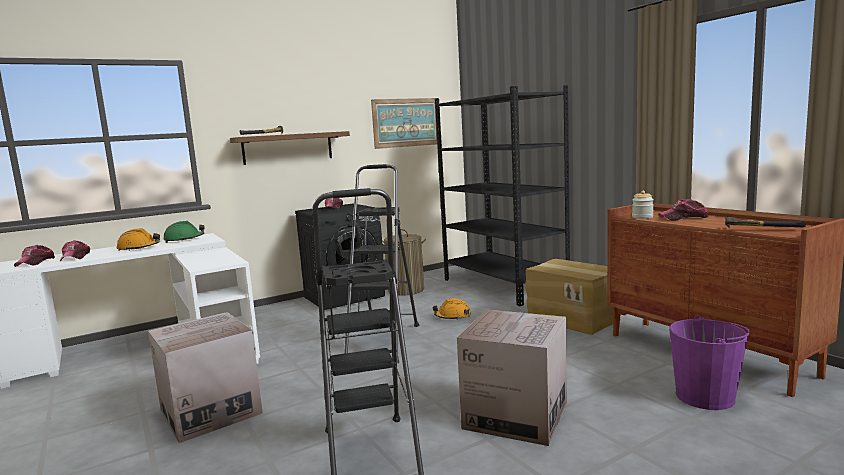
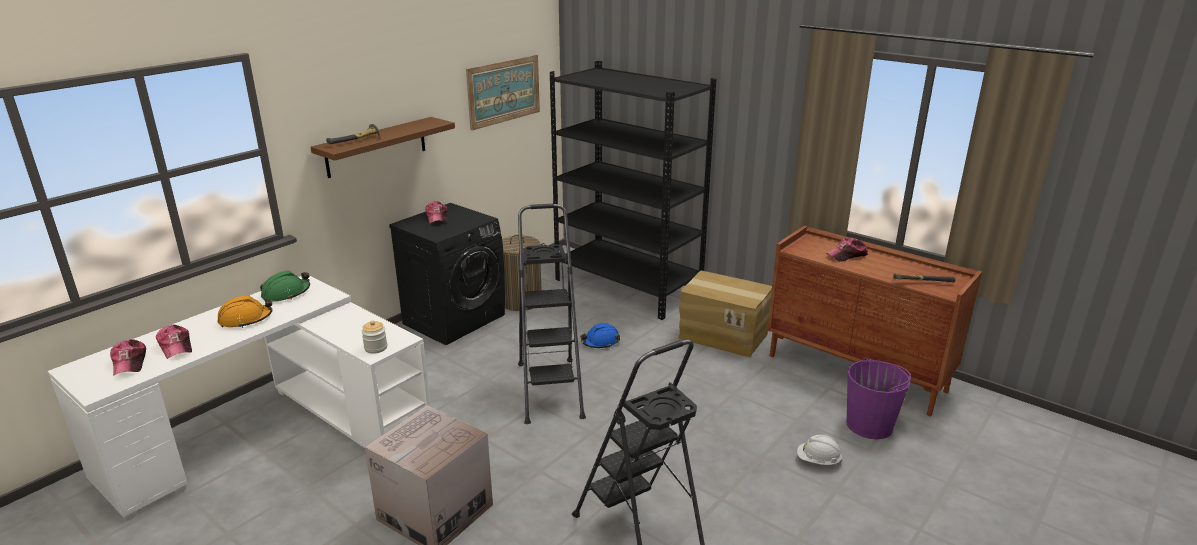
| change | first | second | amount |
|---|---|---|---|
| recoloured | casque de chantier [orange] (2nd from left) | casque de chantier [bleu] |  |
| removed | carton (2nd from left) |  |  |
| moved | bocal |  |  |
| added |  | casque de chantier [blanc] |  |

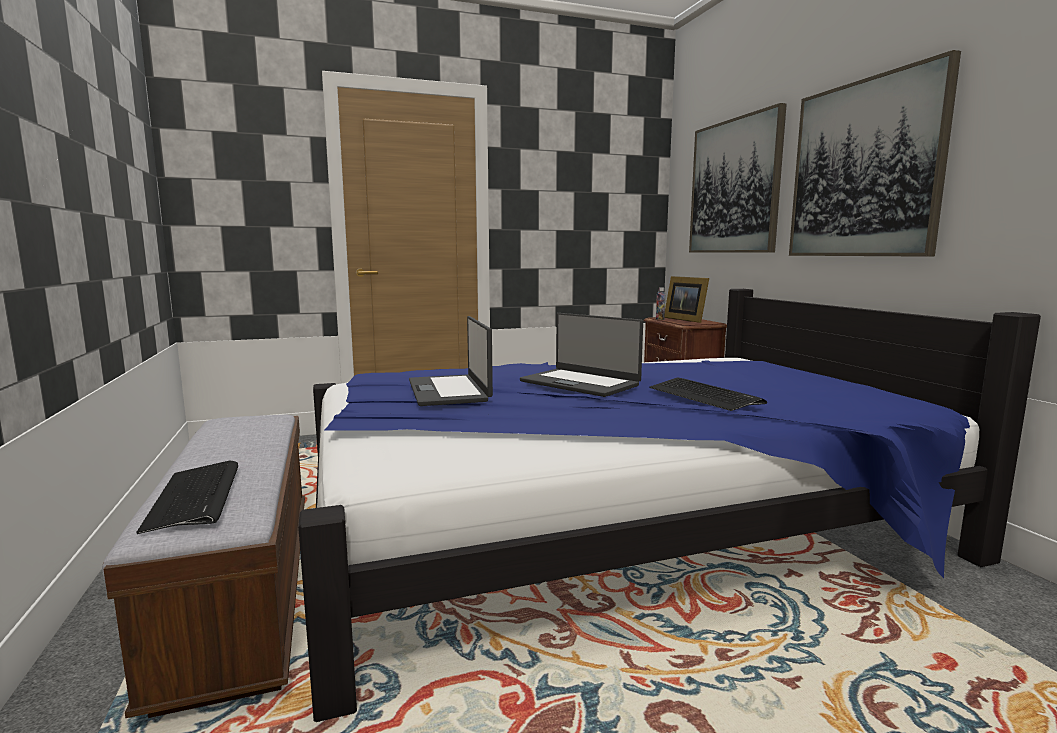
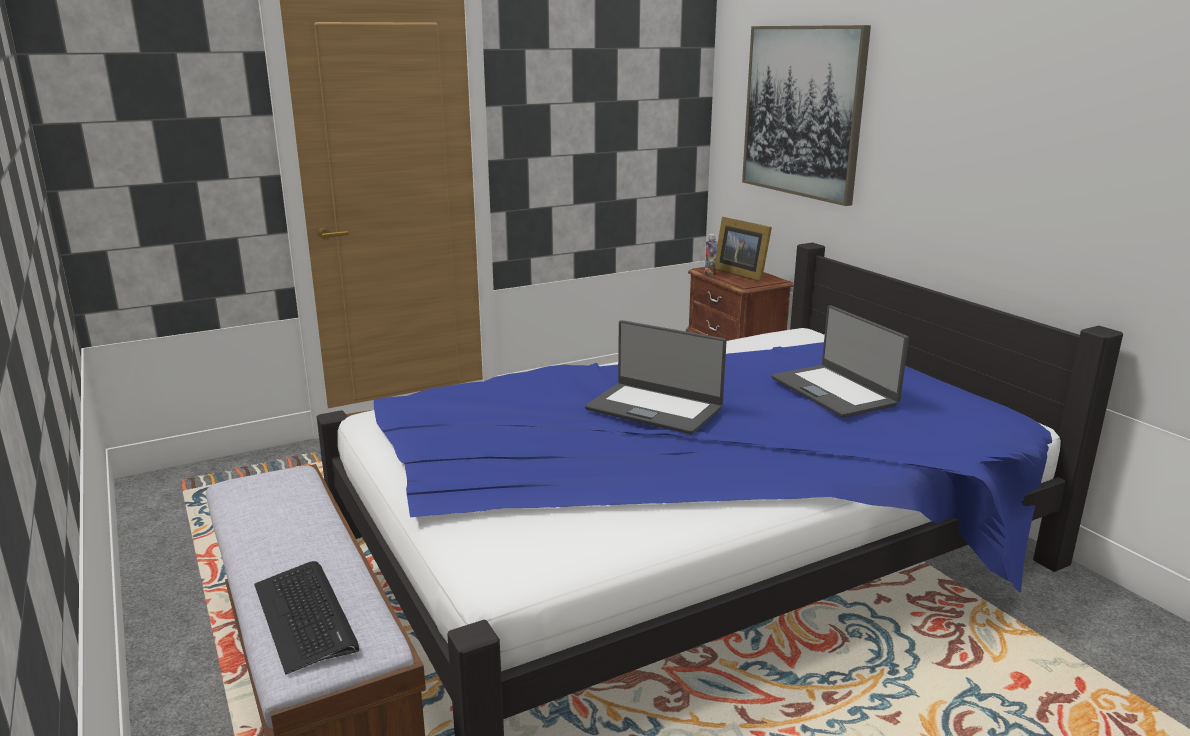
| change | first | second | amount |
|---|---|---|---|
| moved | ordinateur portable (1st from left in the first image) | ordinateur portable (2nd from left) |  |
| removed | clavier (2nd from left) |  |  |
| removed | tableau (2nd from left) |  |  |

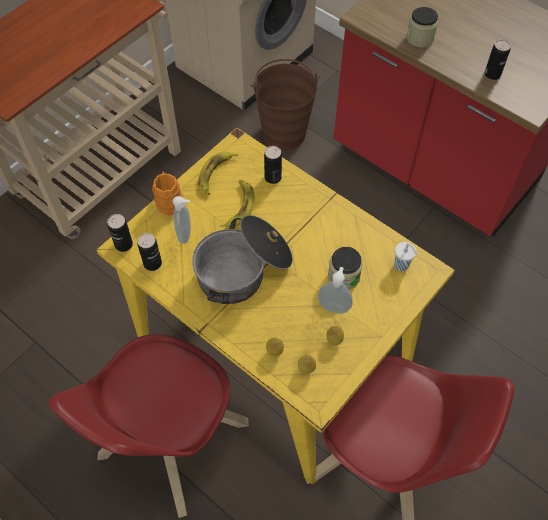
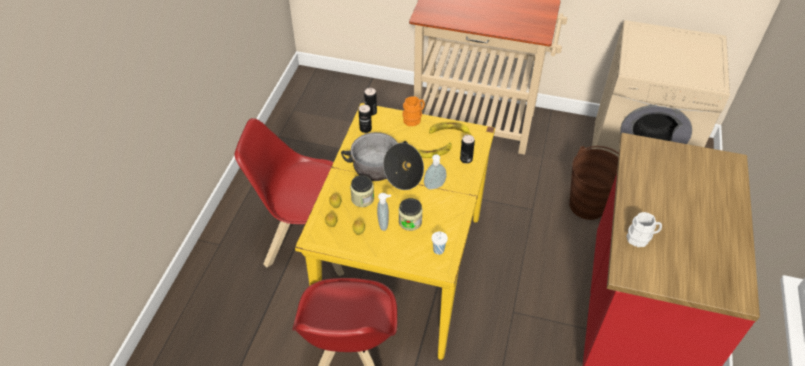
| change | first | second | amount |
|---|---|---|---|
| moved | distributeur de savon (1st from left in the first image) | distributeur de savon (2nd from left) |  |
| moved | bocal (2nd from left in the first image) | bocal (1st from left) |  |
| replaced | boîte métallique (4th from left) | mug [blanc] |  |

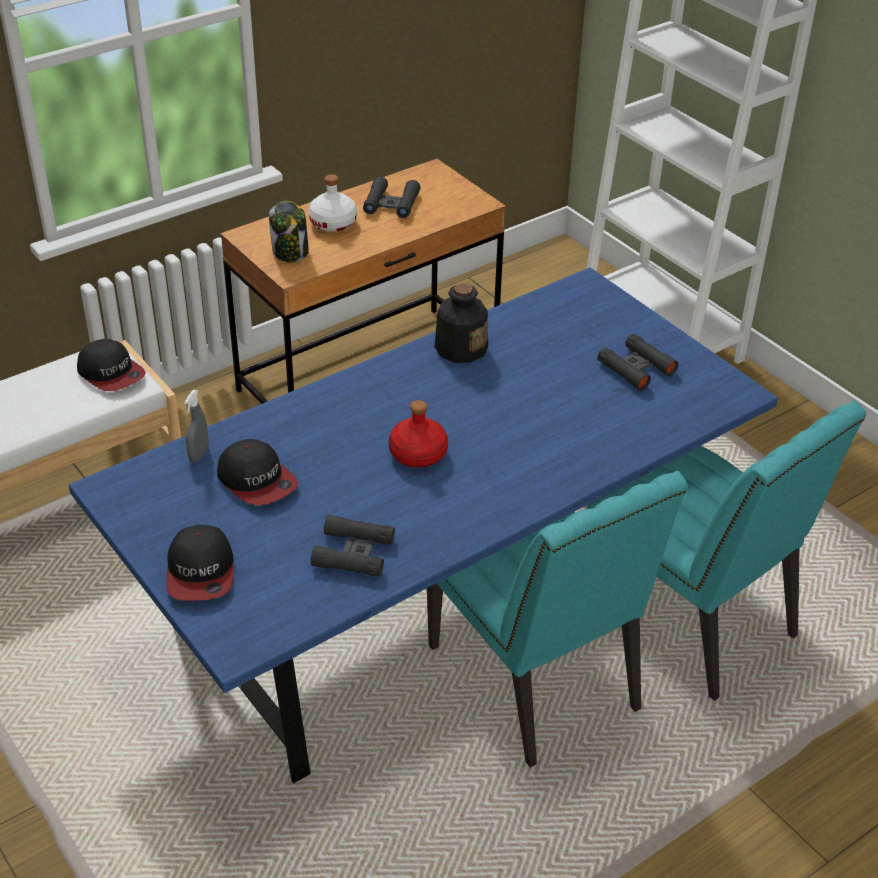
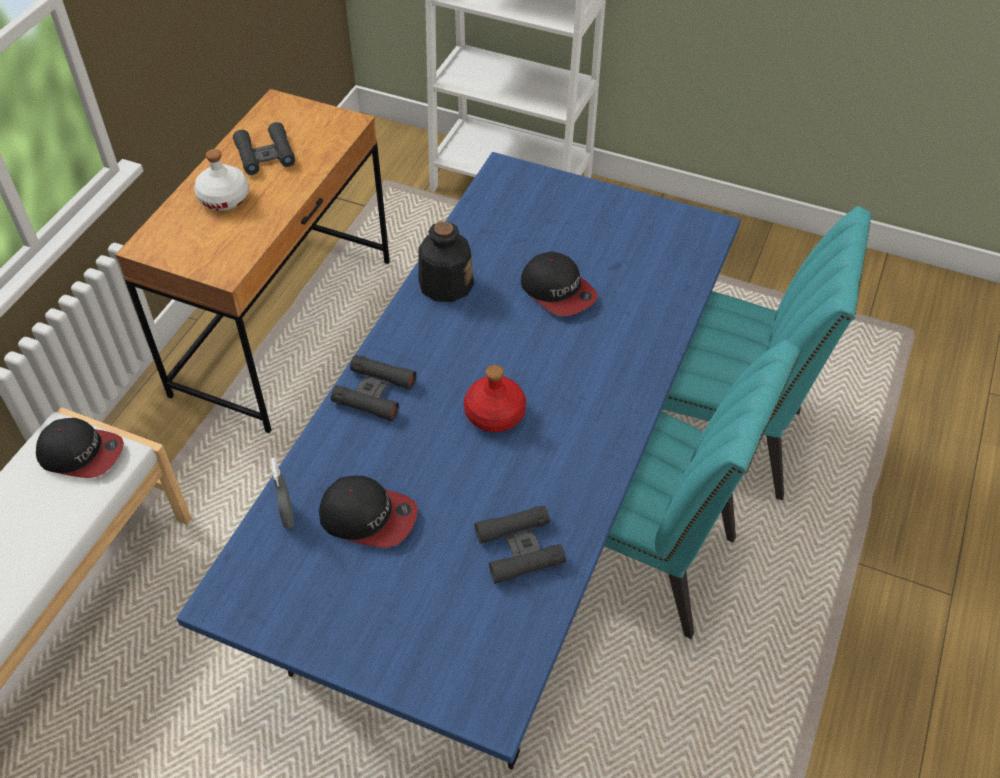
| change | first | second | amount |
|---|---|---|---|
| moved | casquette (2nd from left in the first image) | casquette (3rd from left) |  |
| removed | bocal |  |  |
| moved | jumelles [noir] (3rd from left in the first image) | jumelles [noir] (2nd from left) |  |

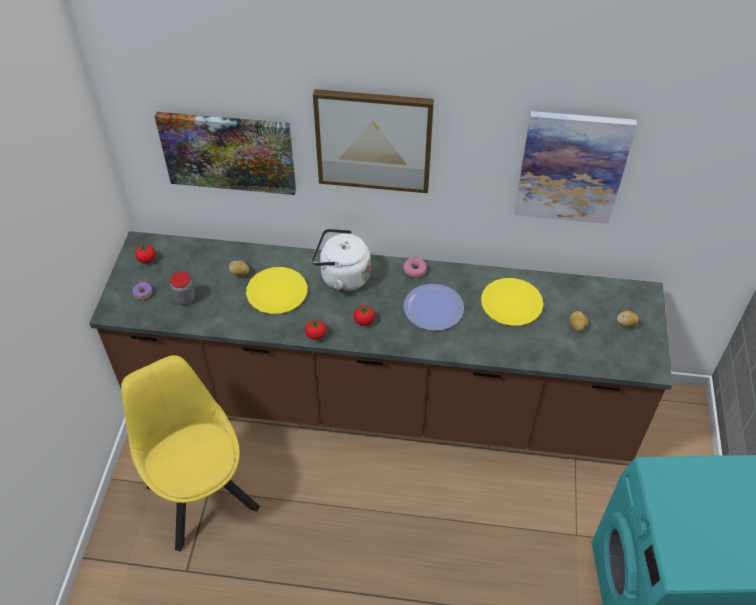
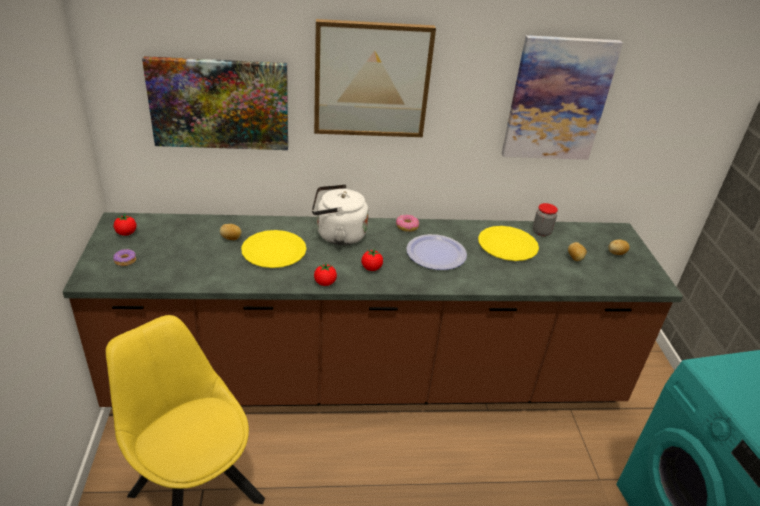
| change | first | second | amount |
|---|---|---|---|
| moved | bocal |  |  |

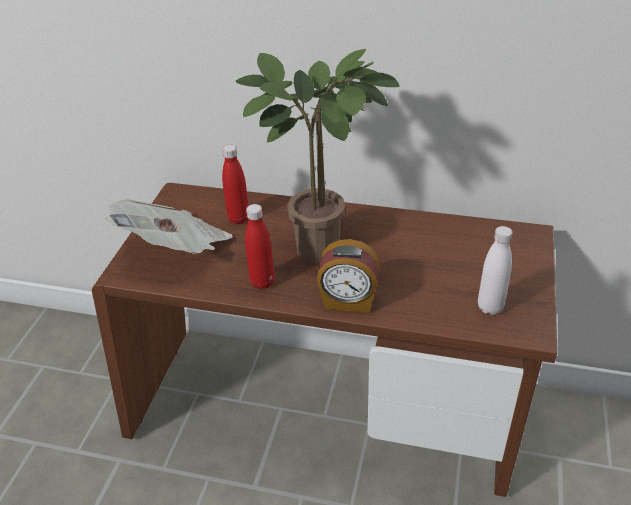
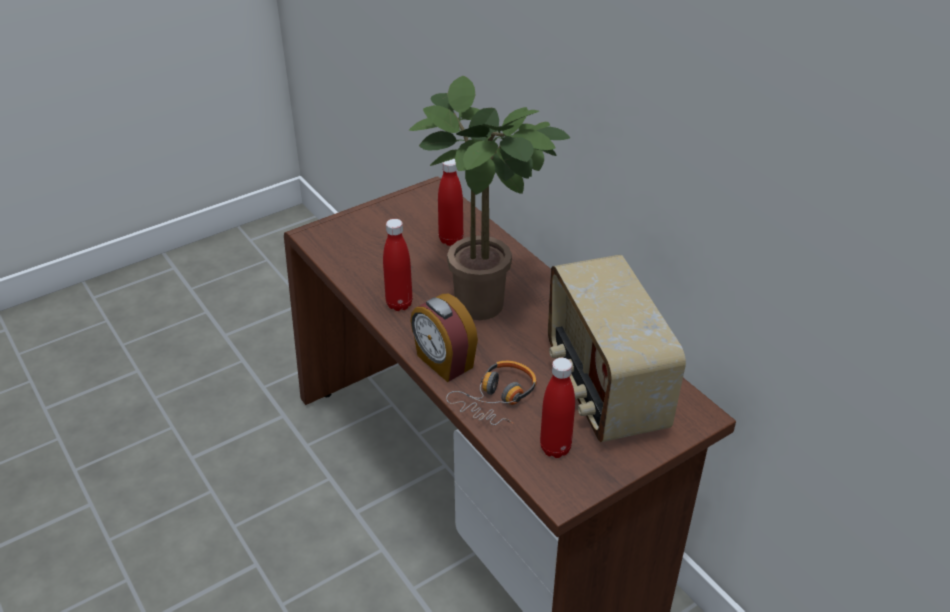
| change | first | second | amount |
|---|---|---|---|
| removed | journal |  |  |
| recoloured | bouteille [blanc] | bouteille [rouge] (3rd from left) |  |
| added |  | casque audio |  |
| added |  | radio |  |

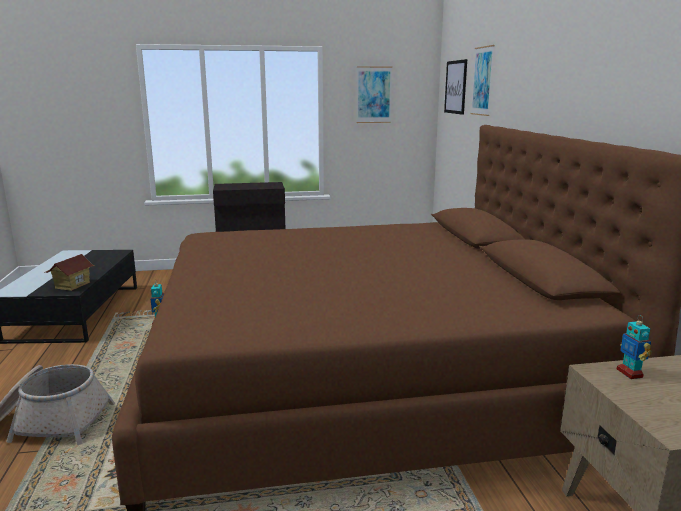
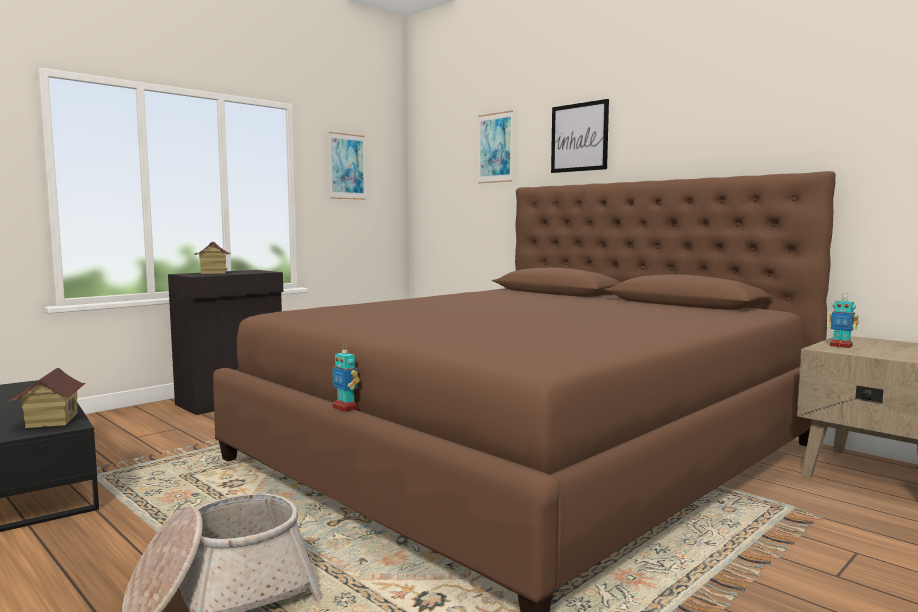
| change | first | second | amount |
|---|---|---|---|
| moved | tableau (2nd from left in the first image) | tableau (3rd from left) |  |
| added |  | maison miniature (2nd from left) |  |

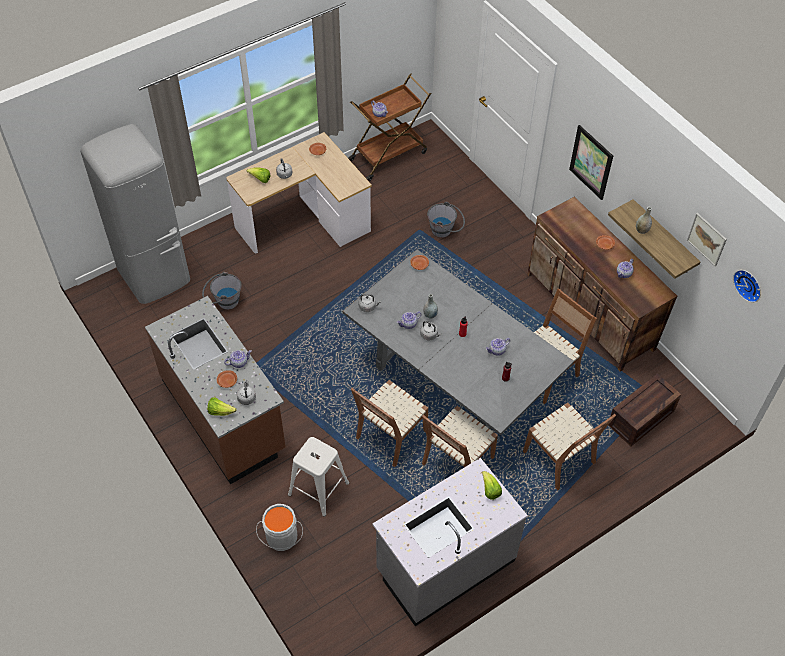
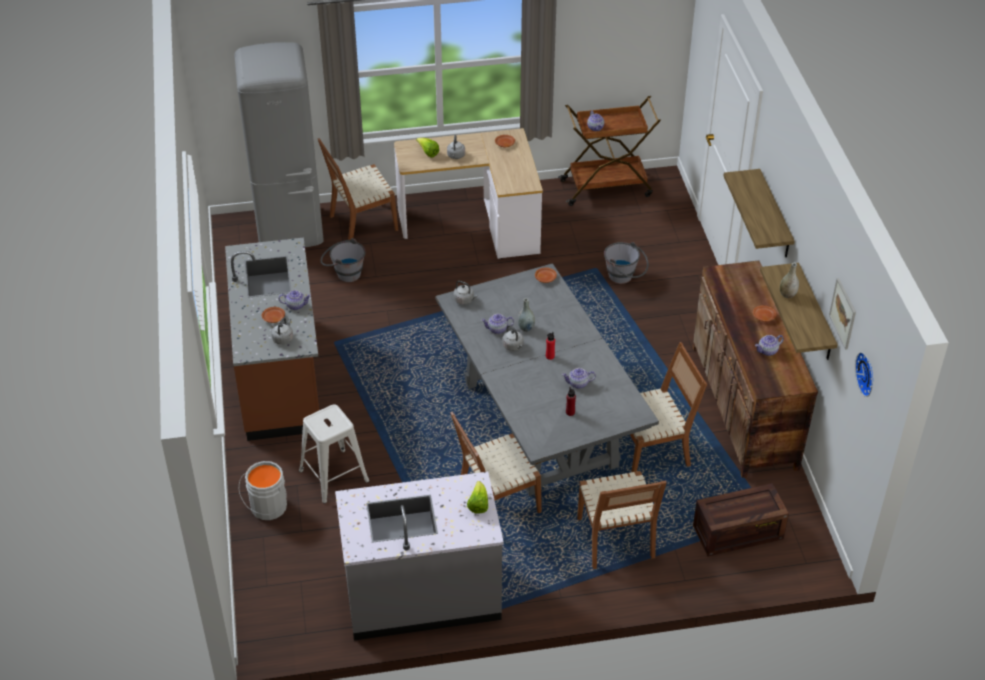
| change | first | second | amount |
|---|---|---|---|
| removed | laitue (1st from left) |  |  |
| moved | chaise (1st from left) |  |  |
| replaced | tableau (1st from left) | étagère (1st from left) |  |

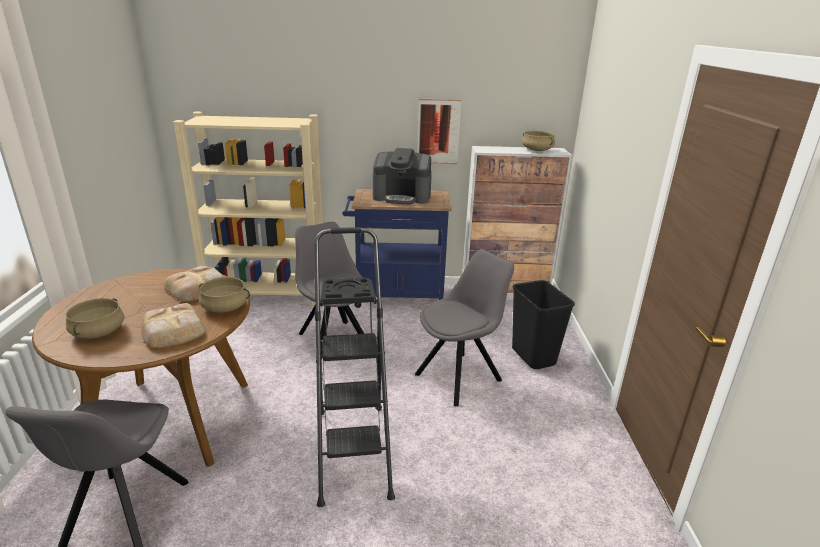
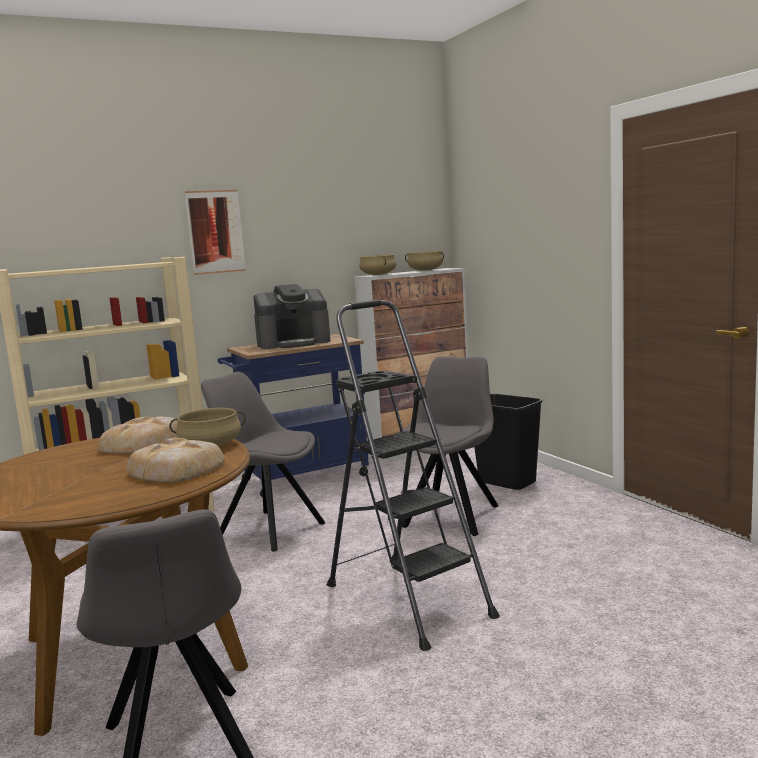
| change | first | second | amount |
|---|---|---|---|
| moved | marmite [beige] (1st from left in the first image) | marmite [beige] (2nd from left) |  |
| moved | tableau |  |  |

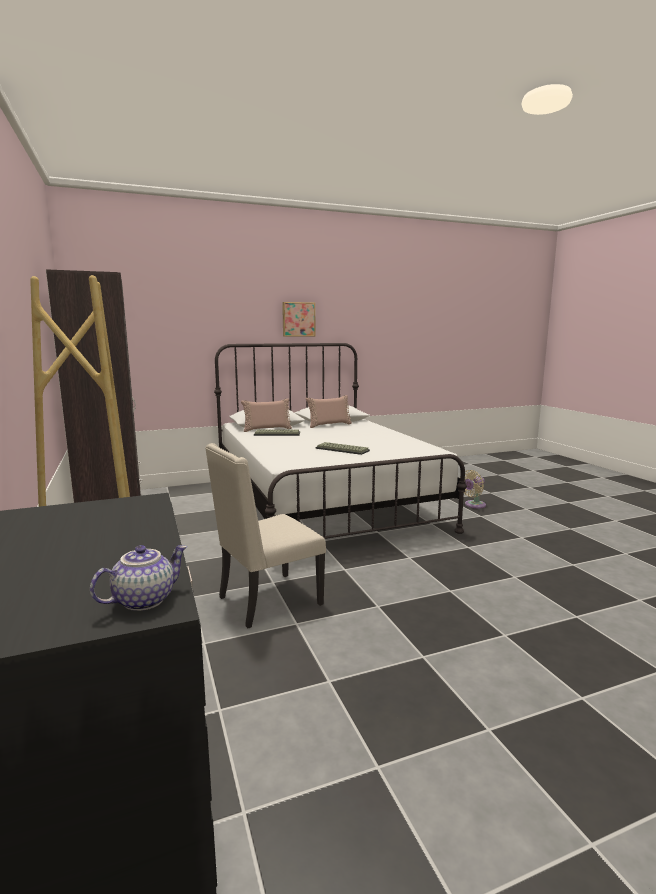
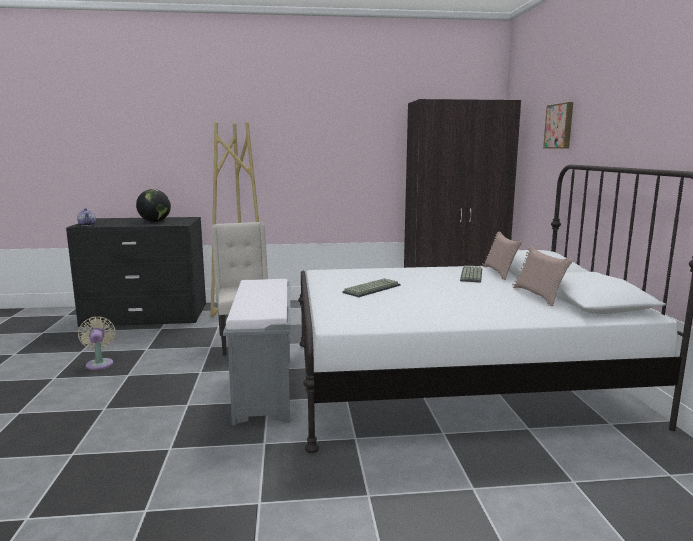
| change | first | second | amount |
|---|---|---|---|
| moved | tableau |  |  |
| moved | ventilateur [beige] |  |  |
| added |  | globe |  |
| added |  | banc [gris] |  |

